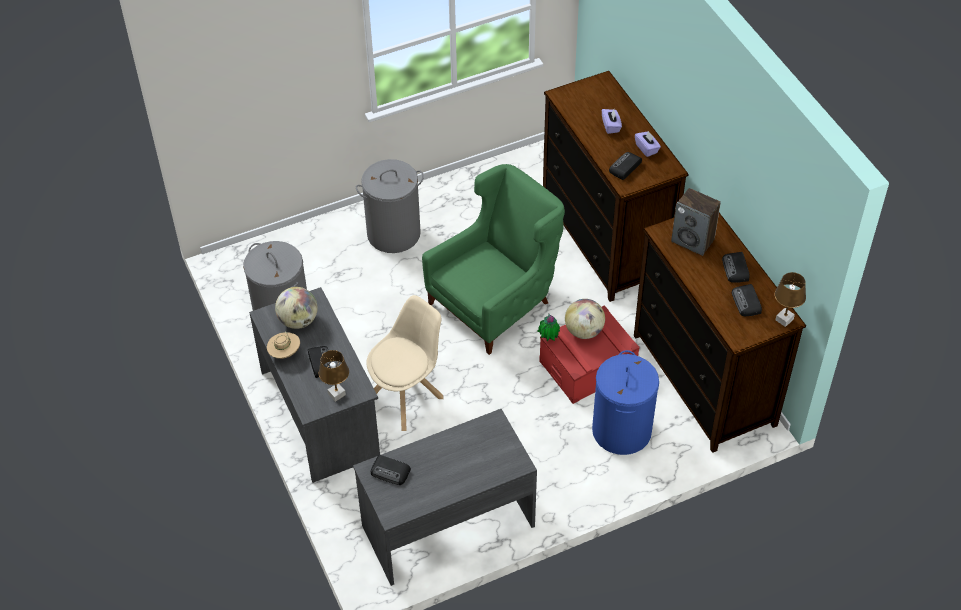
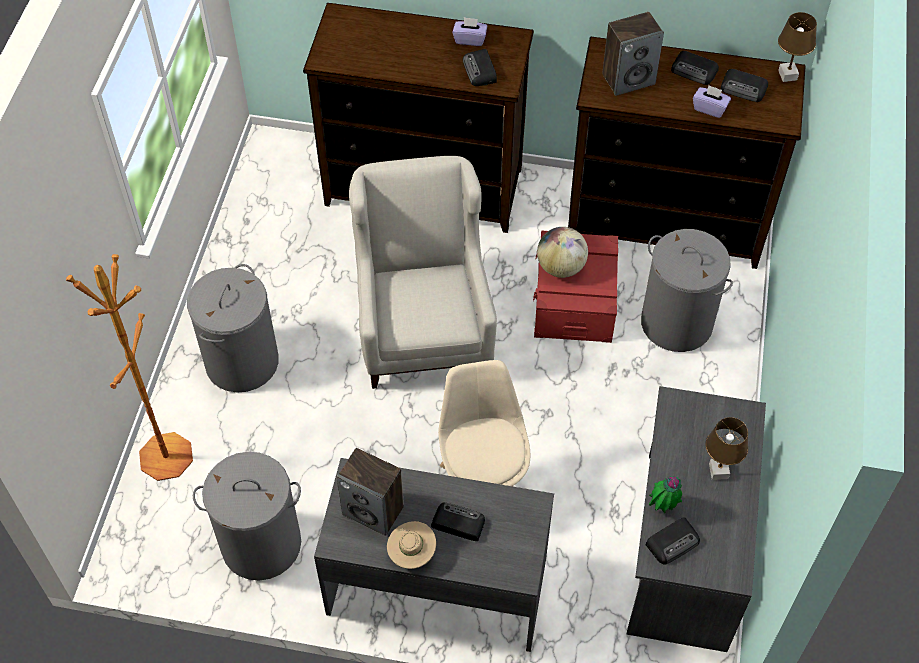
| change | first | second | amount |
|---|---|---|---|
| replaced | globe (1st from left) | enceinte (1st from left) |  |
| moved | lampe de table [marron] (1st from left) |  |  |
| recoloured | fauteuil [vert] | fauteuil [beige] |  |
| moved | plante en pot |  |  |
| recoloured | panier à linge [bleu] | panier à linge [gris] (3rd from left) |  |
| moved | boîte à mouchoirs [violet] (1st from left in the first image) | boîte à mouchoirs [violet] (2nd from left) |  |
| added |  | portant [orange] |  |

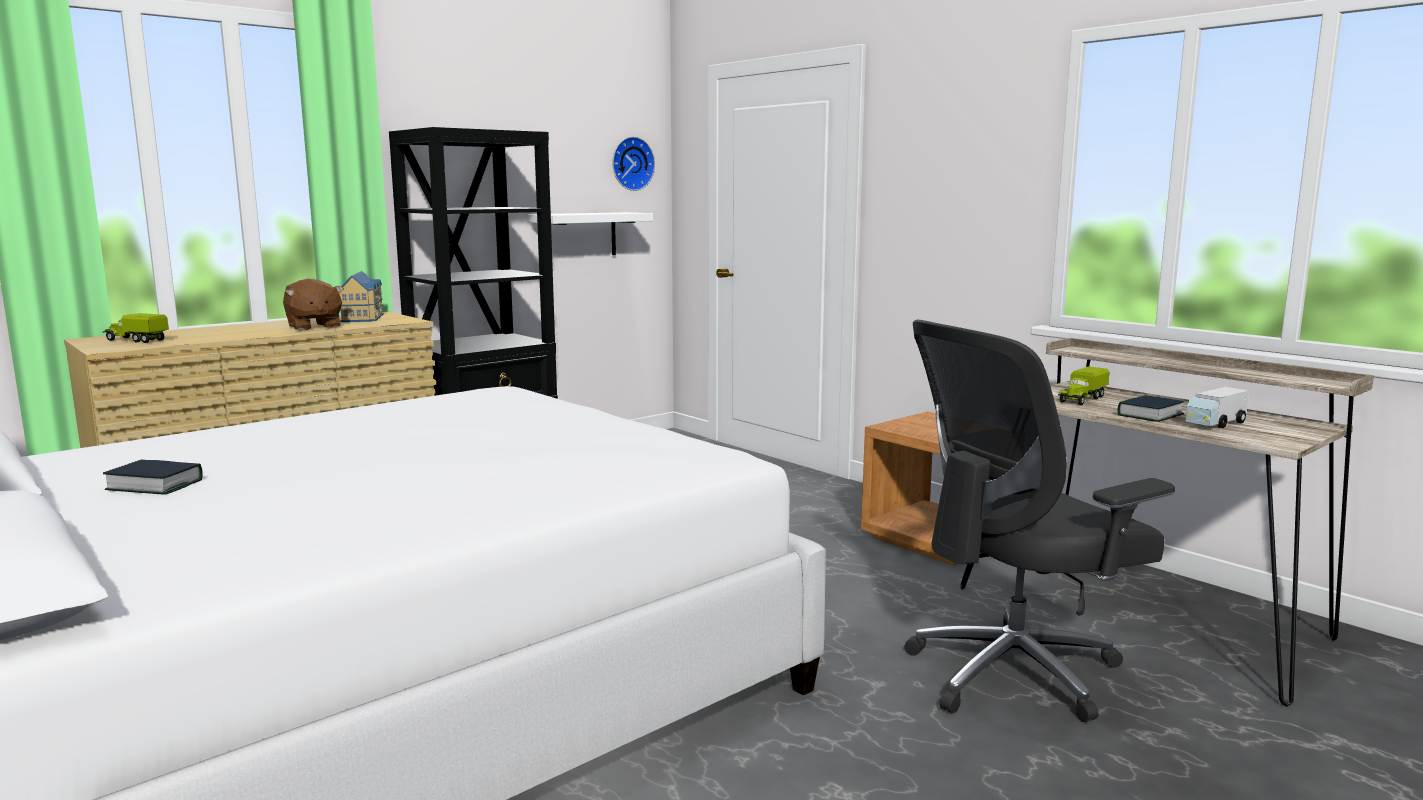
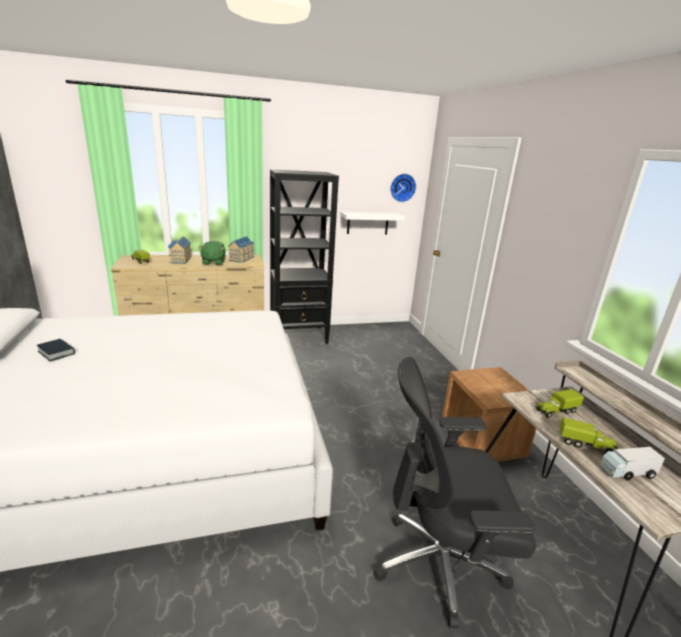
| change | first | second | amount |
|---|---|---|---|
| recoloured | peluche [marron] | peluche [vert] |  |
| replaced | livre (2nd from left) | camion jouet (3rd from left) |  |
| added |  | maison miniature (1st from left) |  |

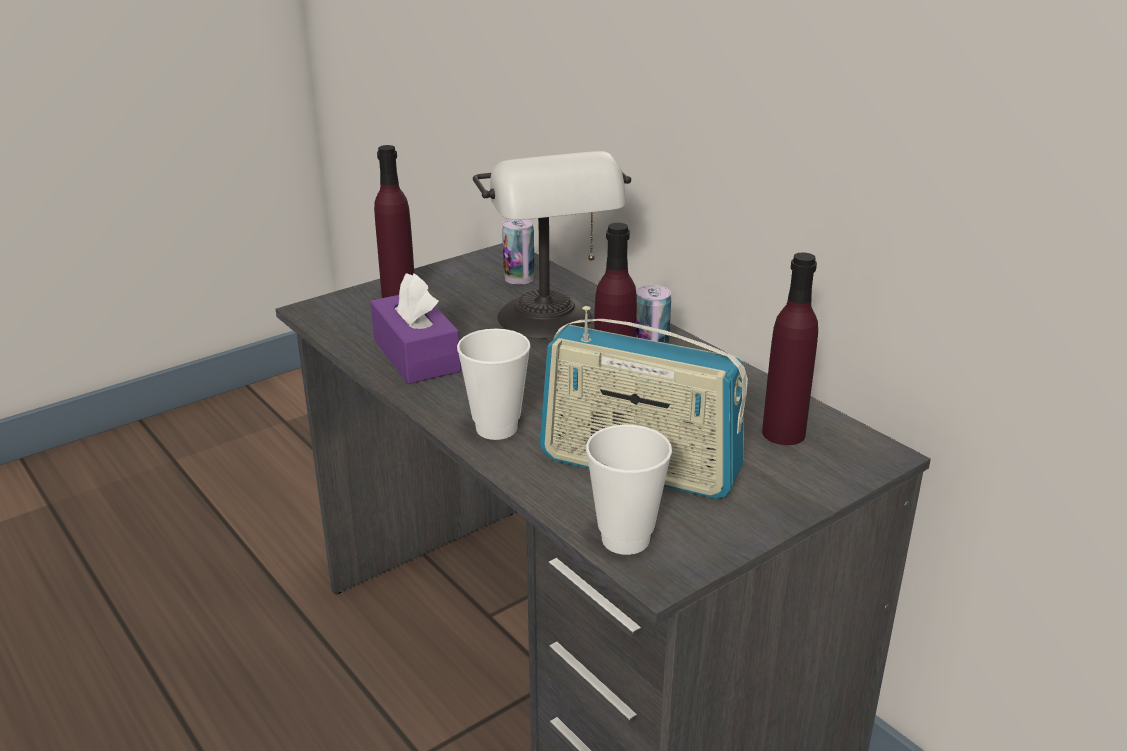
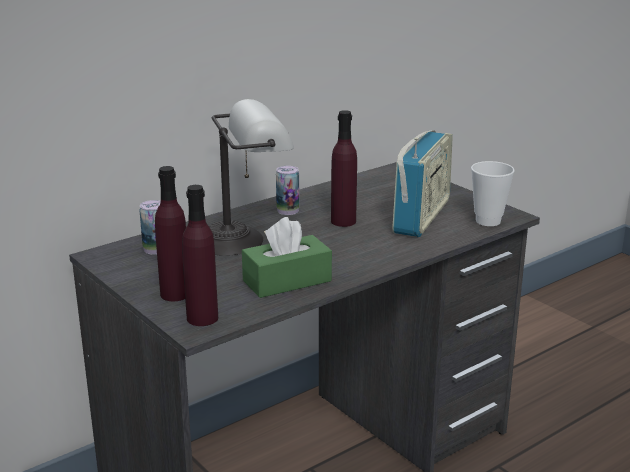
| change | first | second | amount |
|---|---|---|---|
| recoloured | boîte à mouchoirs [violet] | boîte à mouchoirs [vert] |  |
| removed | tasse (1st from left) |  |  |
| moved | bouteille [violet] (3rd from left in the first image) | bouteille [violet] (2nd from left) |  |

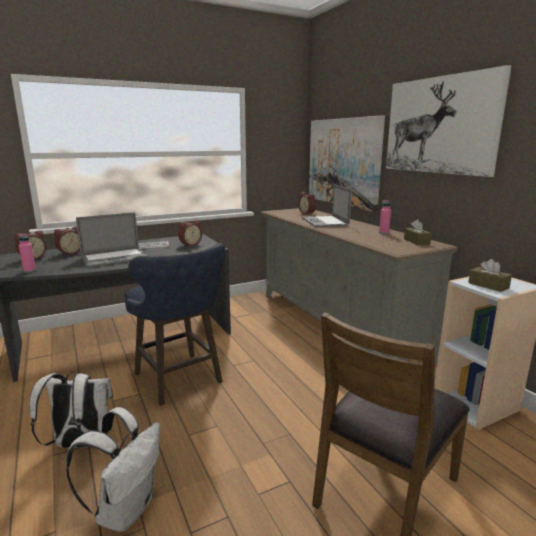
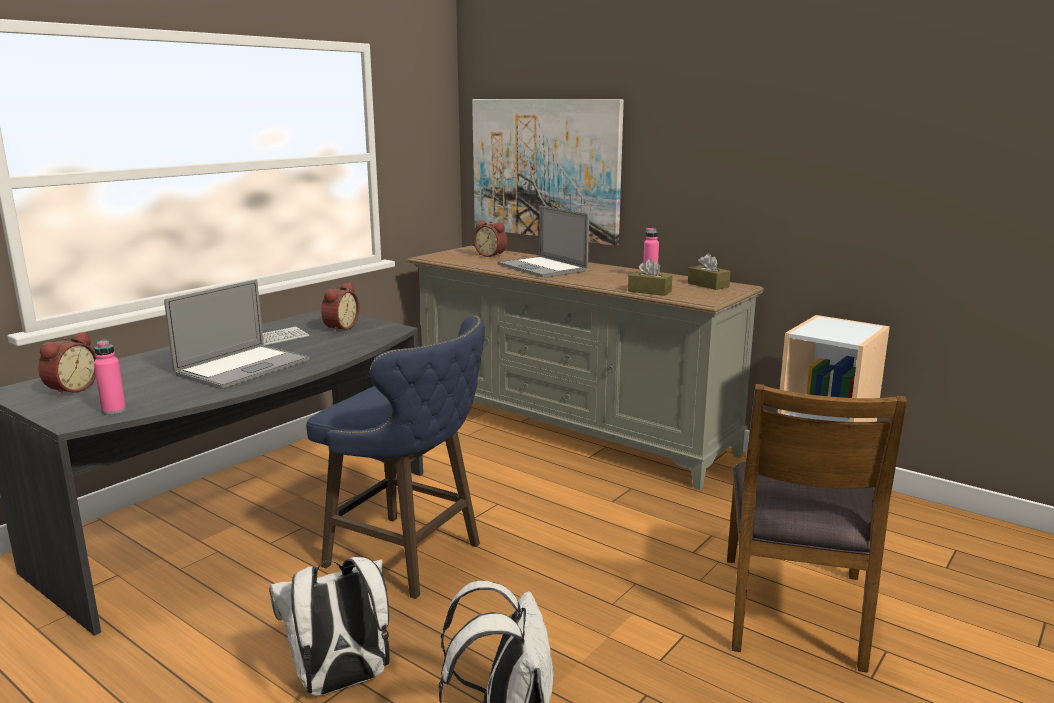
| change | first | second | amount |
|---|---|---|---|
| removed | réveil (2nd from left) |  |  |
| removed | tableau (2nd from left) |  |  |
| moved | boîte à mouchoirs [marron] (2nd from left in the first image) | boîte à mouchoirs [marron] (1st from left) |  |

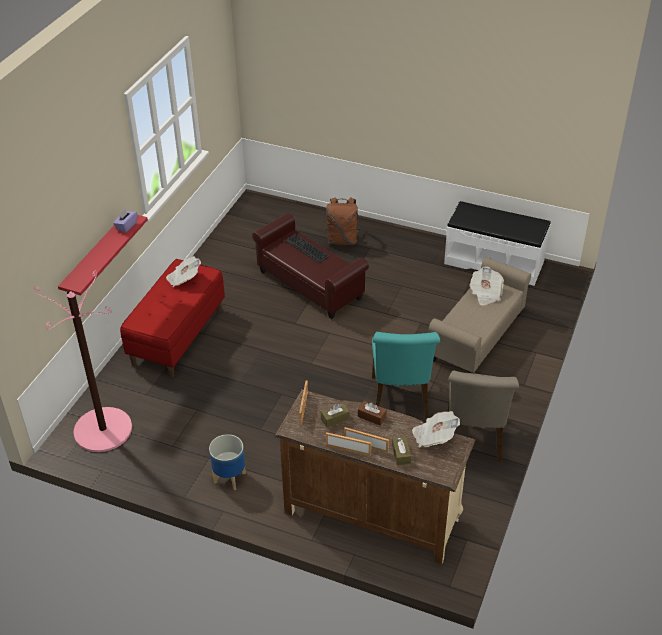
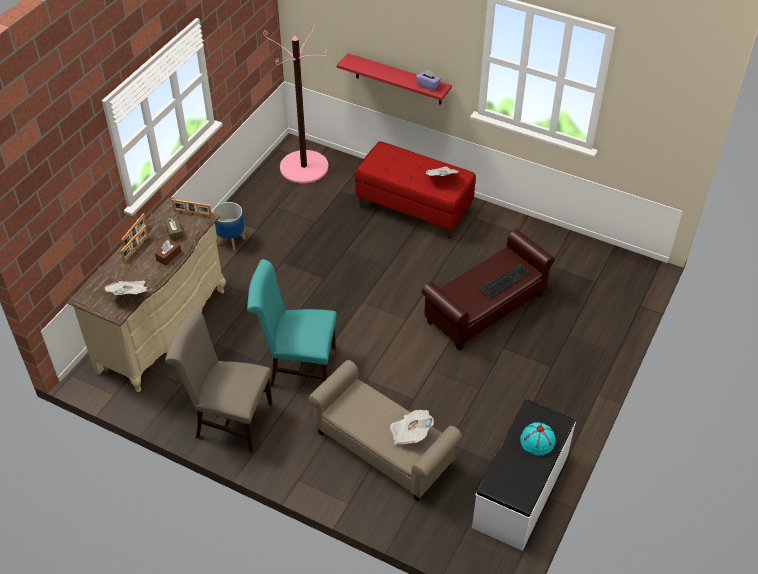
| change | first | second | amount |
|---|---|---|---|
| removed | sac à dos [marron] |  |  |
| removed | boîte à mouchoirs [marron] (3rd from left) |  |  |
| added |  | chapeau [turquoise] |  |

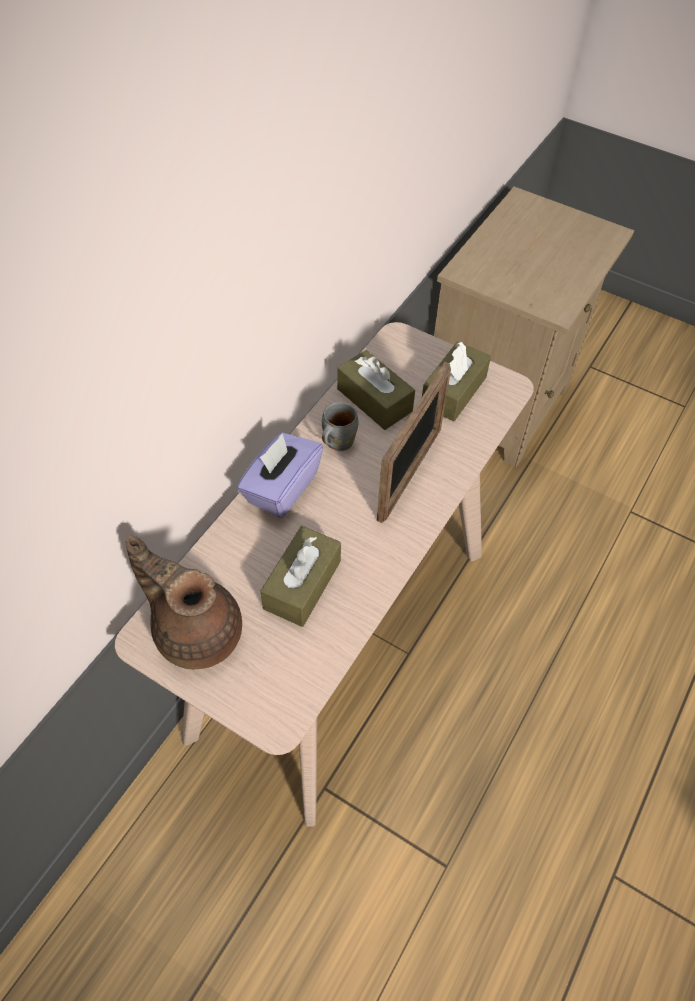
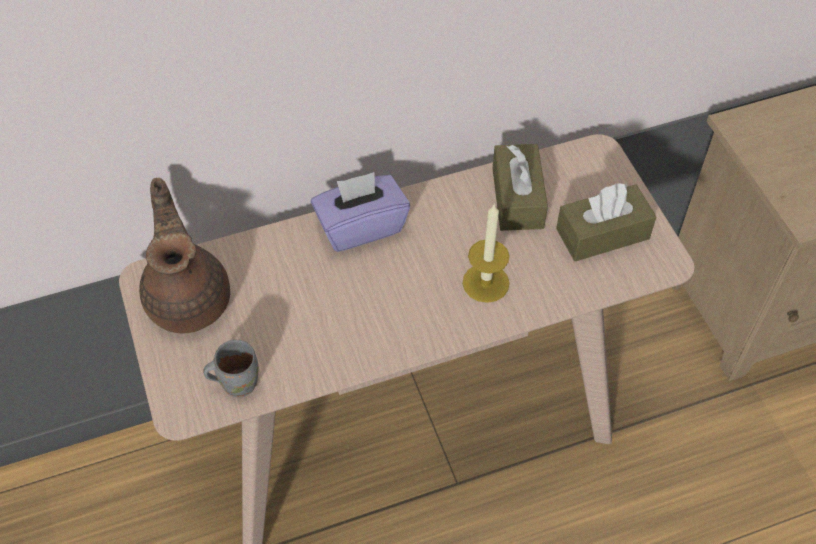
| change | first | second | amount |
|---|---|---|---|
| removed | boîte à mouchoirs [marron] (1st from left) |  |  |
| moved | mug [gris] |  |  |
| replaced | cadre photo | bougie |  |

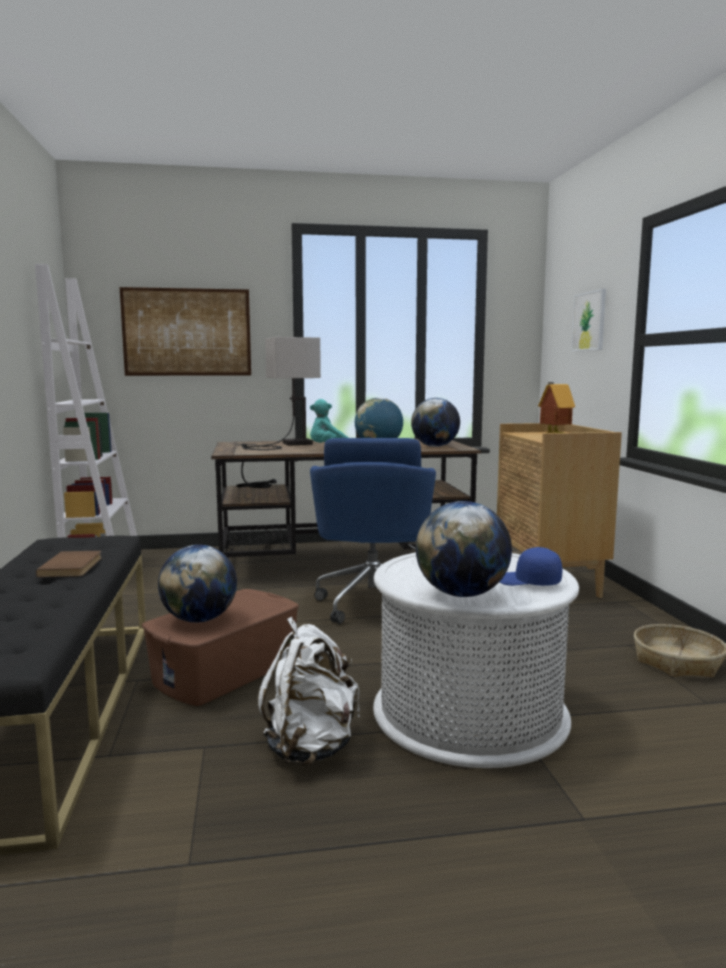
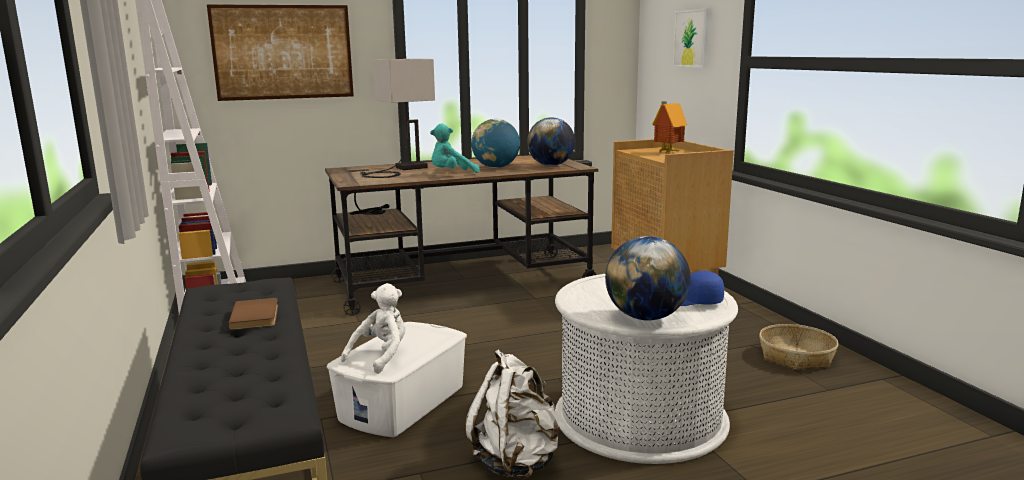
| change | first | second | amount |
|---|---|---|---|
| recoloured | boîte de rangement [marron] | boîte de rangement [blanc] |  |
| replaced | globe (1st from left) | peluche [blanc] |  |
| removed | chaise de bureau [bleu] |  |  |

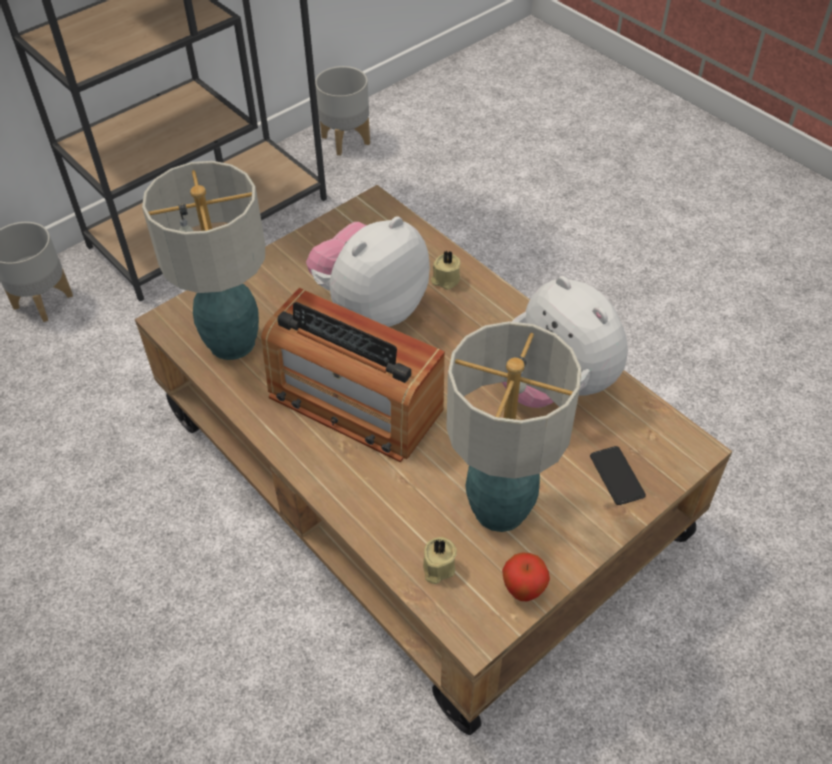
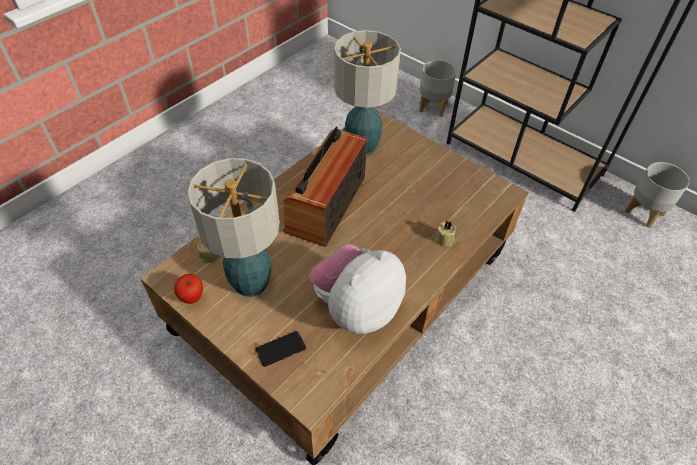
| change | first | second | amount |
|---|---|---|---|
| removed | peluche (1st from left) |  |  |

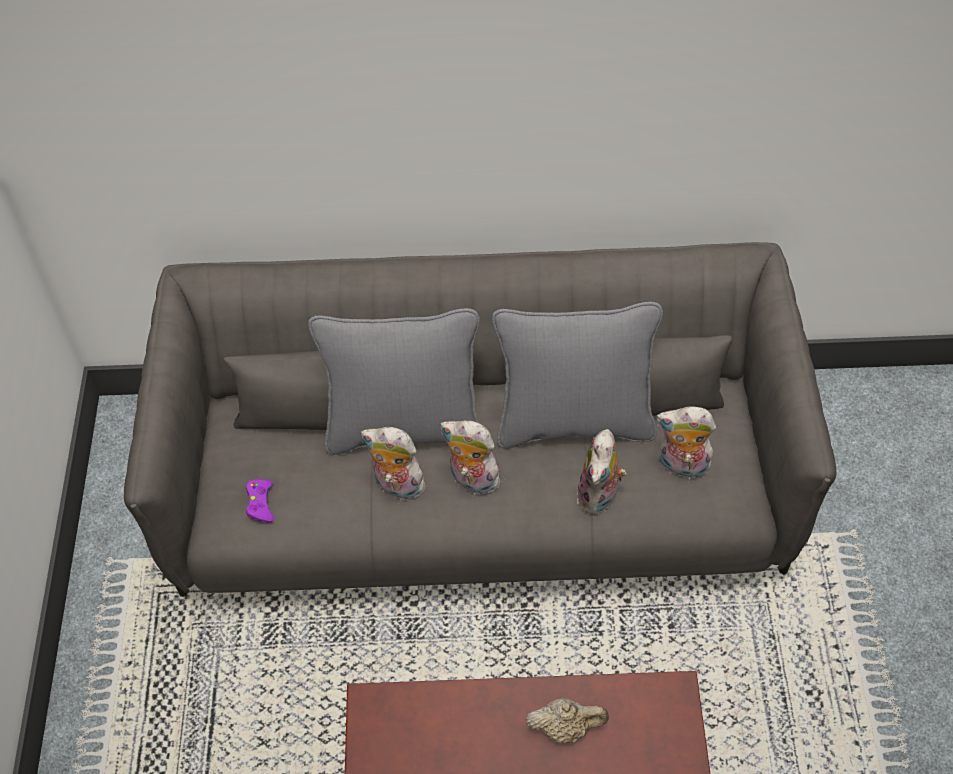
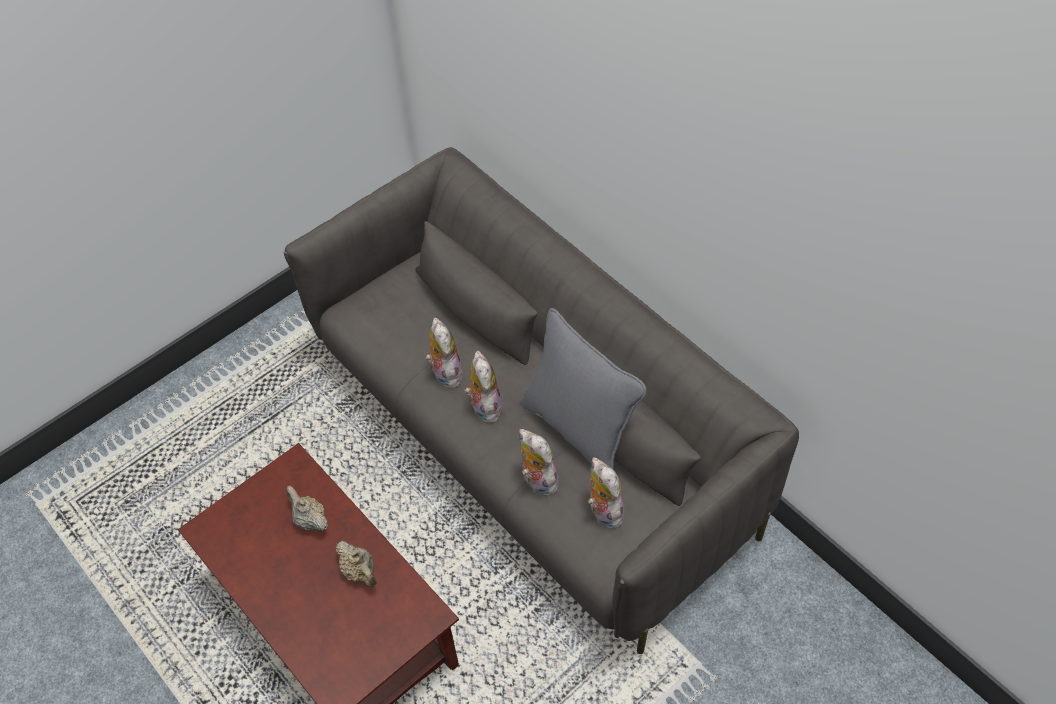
| change | first | second | amount |
|---|---|---|---|
| removed | manette [violet] |  |  |
| removed | coussin [gris] (1st from left) |  |  |
| turned | peluche (3rd from left) |  | 75 degrees clockwise |
| added |  | théière [beige] (1st from left) |  |

